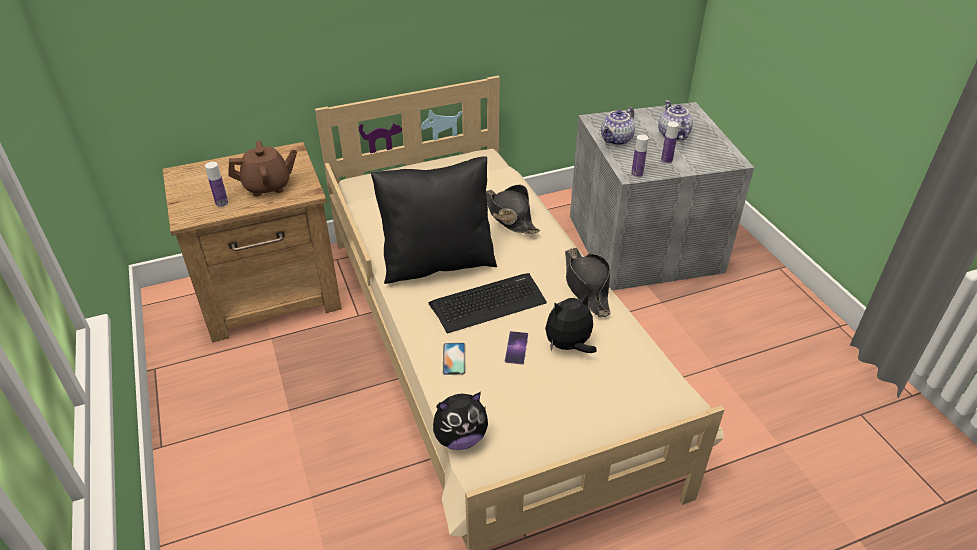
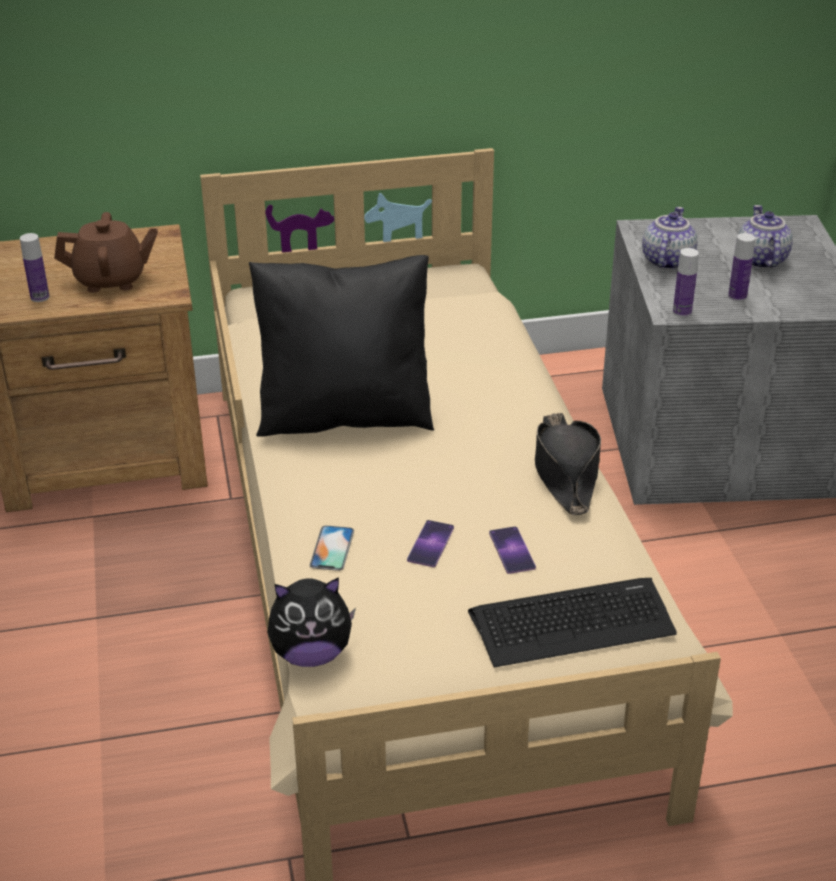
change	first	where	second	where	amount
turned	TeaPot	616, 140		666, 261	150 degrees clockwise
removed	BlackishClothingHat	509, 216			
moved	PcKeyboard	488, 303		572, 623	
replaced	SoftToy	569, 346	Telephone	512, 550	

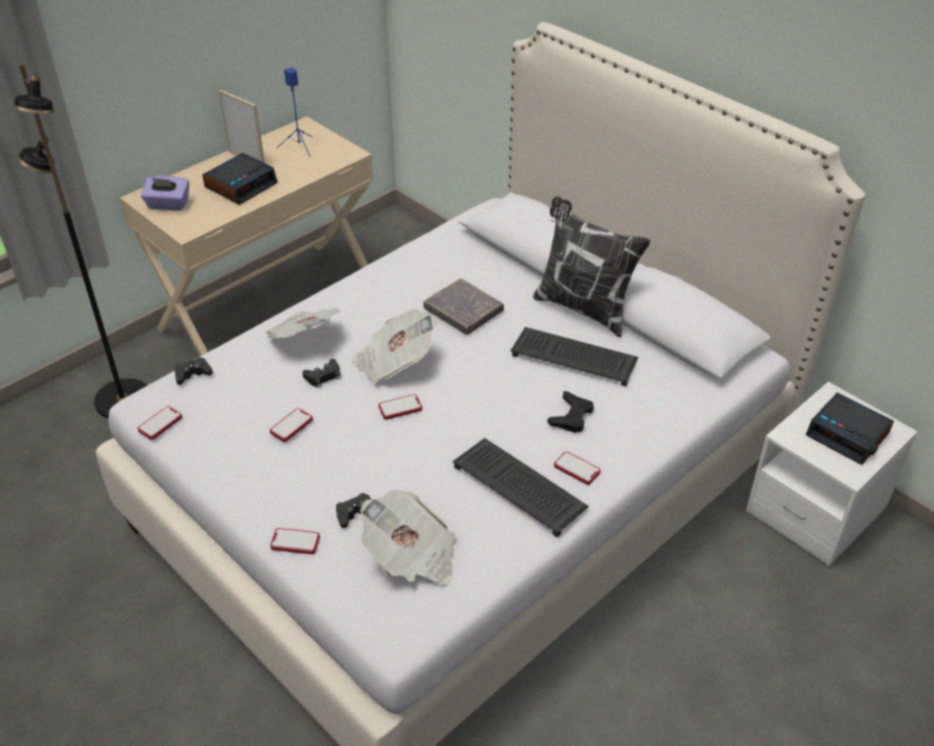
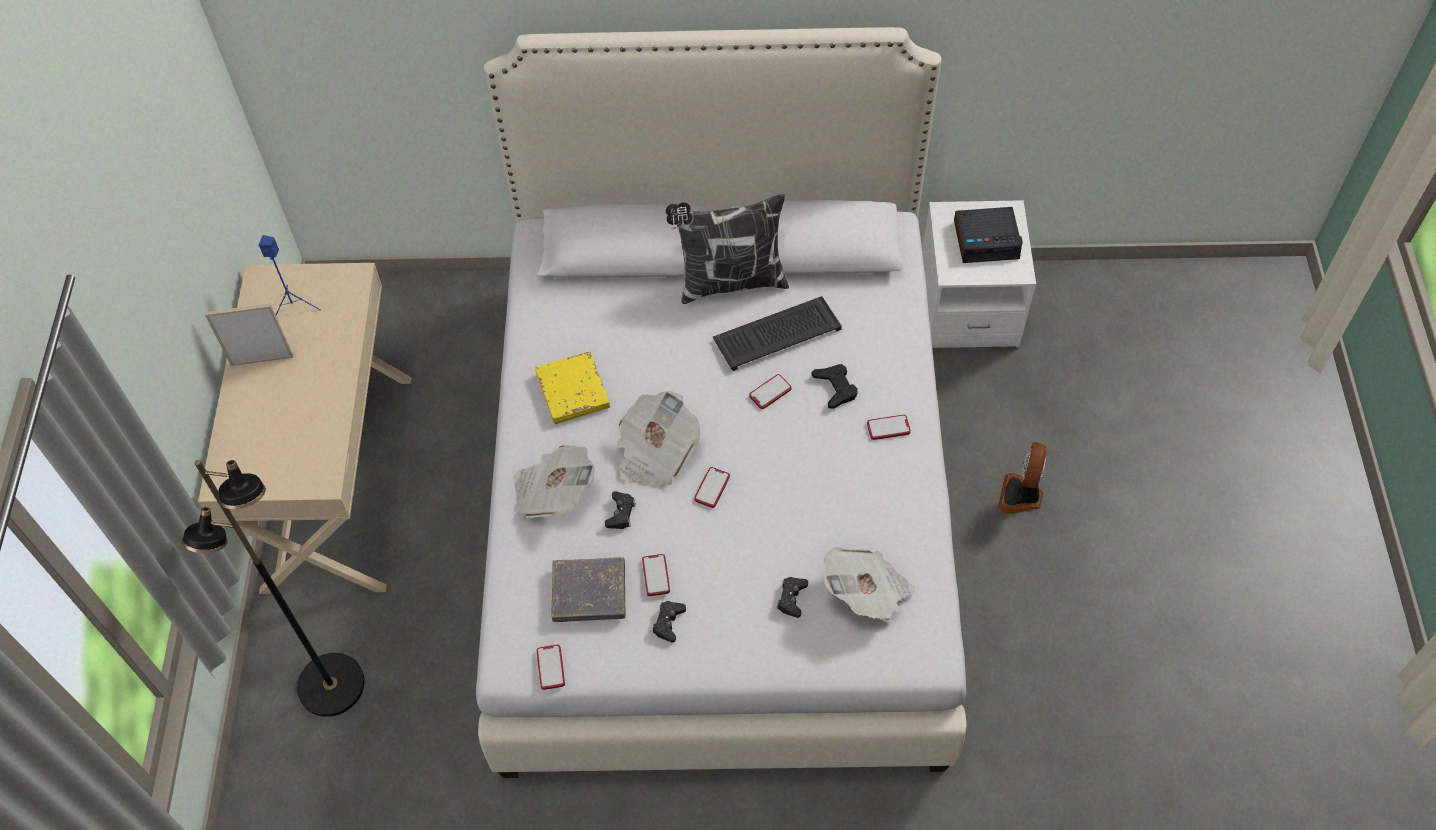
change	first	where	second	where	amount
removed	TableClock	241, 185			
removed	PurpleTissueHolder	168, 205			
moved	GreyVolume	463, 310		589, 592	
moved	BlackishJoypad	192, 374		668, 623	
removed	PcKeyboard	521, 487			
moved	Telephone	295, 542		770, 392	
added			YellowishVolume	572, 391	
added			Fan	1021, 496	

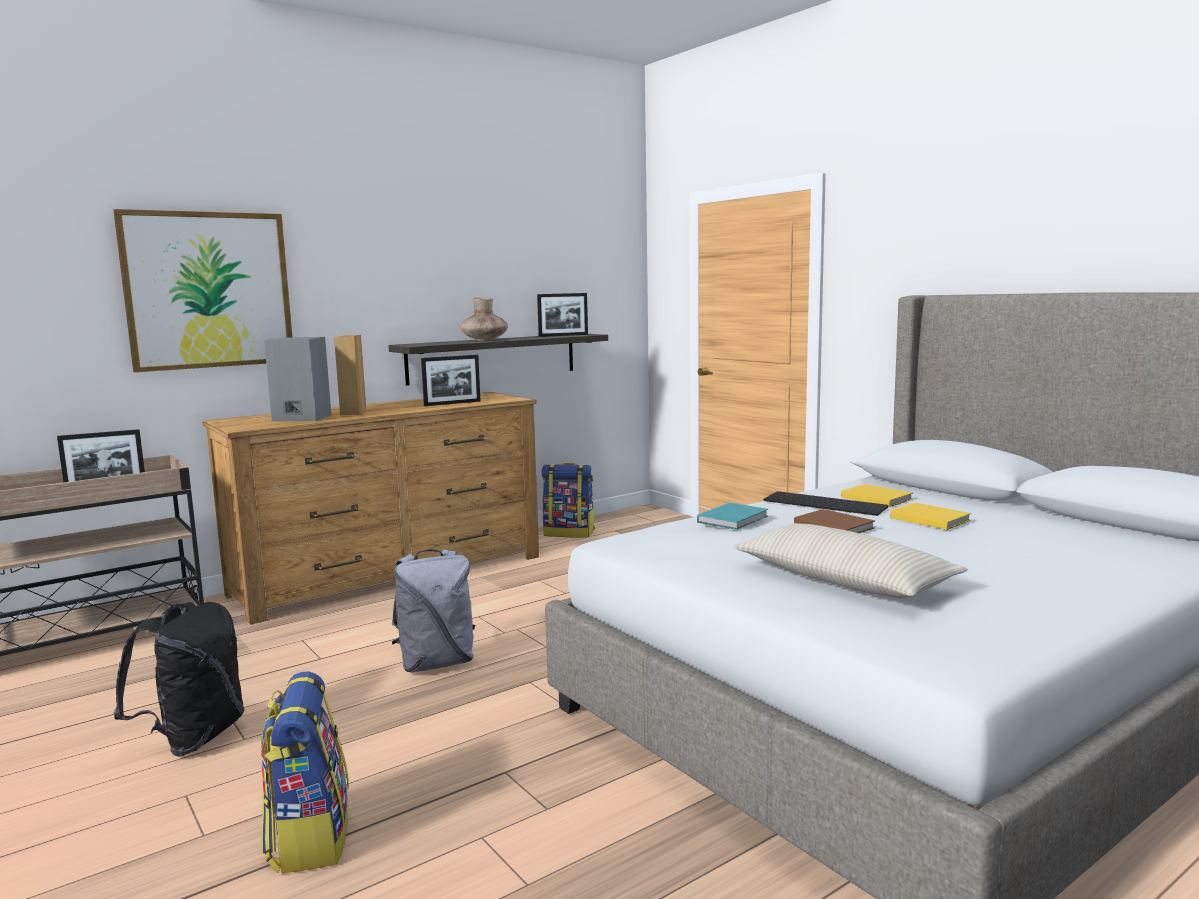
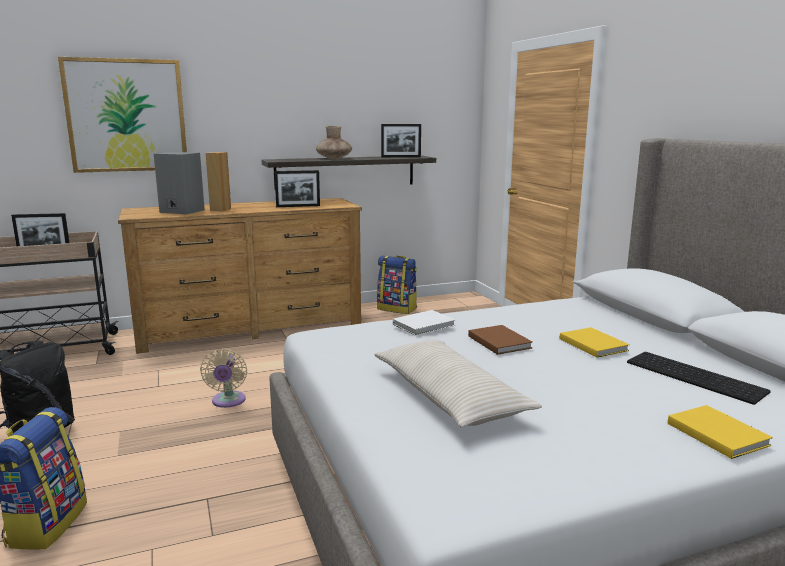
change	first	where	second	where	amount
moved	YellowishVolume	875, 498		716, 433	
moved	PcKeyboard	826, 503		696, 376	
recoloured	TurquoiseVolume	734, 519	WhiteColouredVolume	425, 325	
replaced	GreyRucksack	436, 663	SandColouredFan	228, 402	

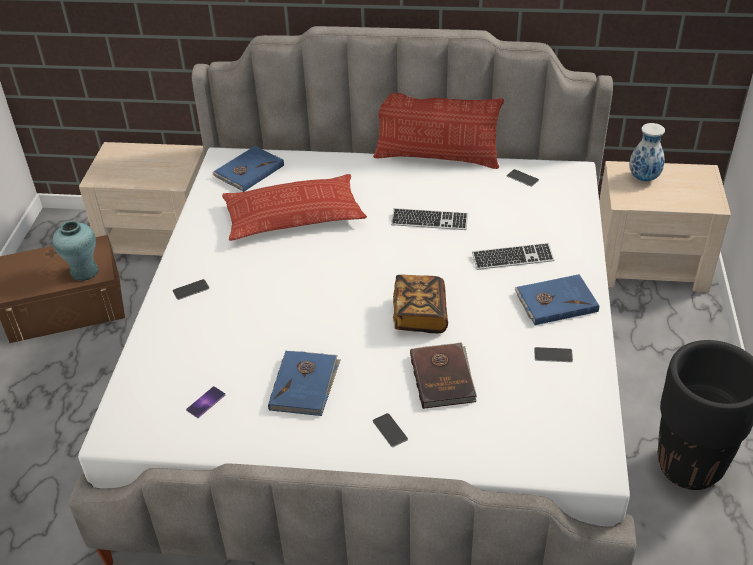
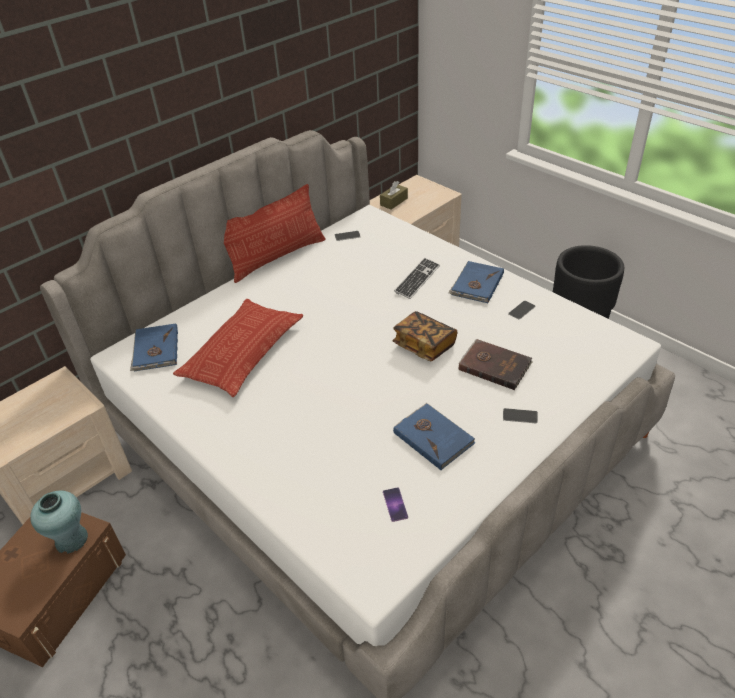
change	first	where	second	where	amount
replaced	Vase	644, 178	BrownishTissueHolder	394, 202	
removed	PcKeyboard	429, 221			
removed	Telephone	191, 289			

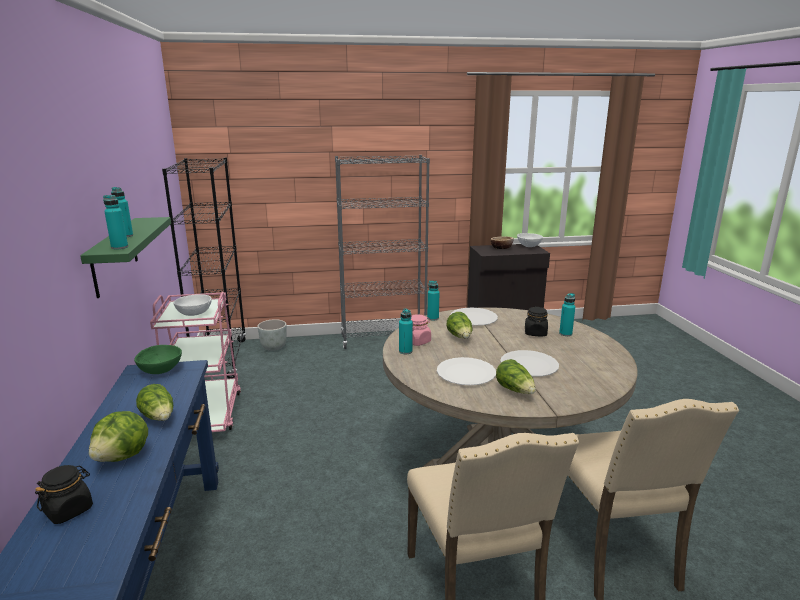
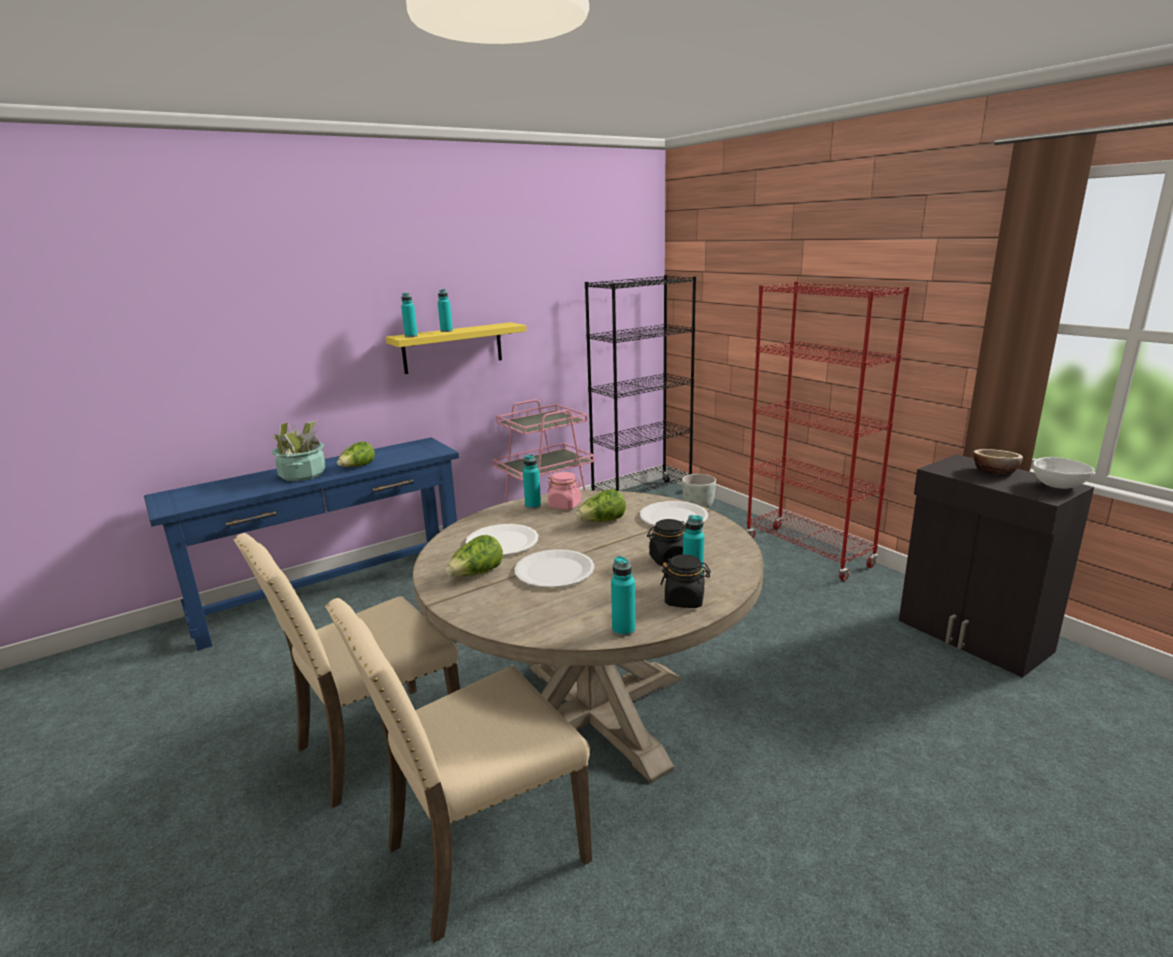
change	first	where	second	where	amount
recoloured	GreyBookshelf	383, 340	RedColouredBookshelf	808, 553	
recoloured	GreenWallShelf	114, 256	YellowishWallShelf	453, 348	
moved	TurquoiseBeverageBottle	433, 318		623, 630	
removed	WhiteColouredDeepDish	194, 314			
removed	GreenDeepDish	160, 371			
replaced	HeadOfLettuce	123, 456	Houseplant	303, 474	
moved	BlackishJar	69, 510		684, 600	

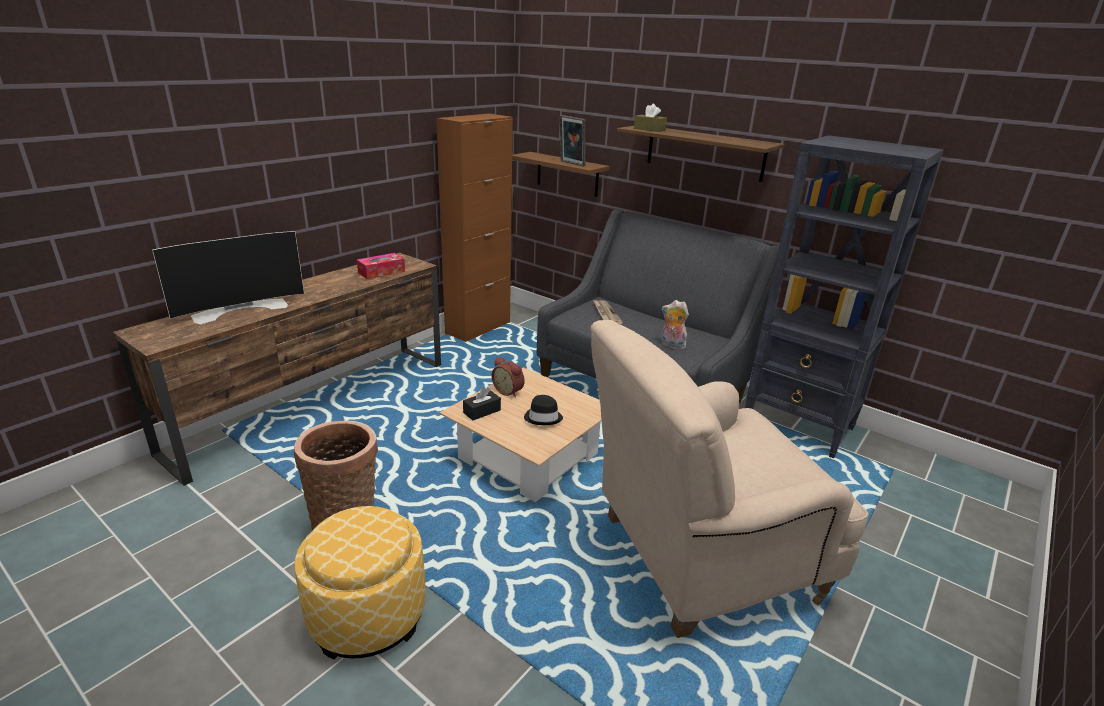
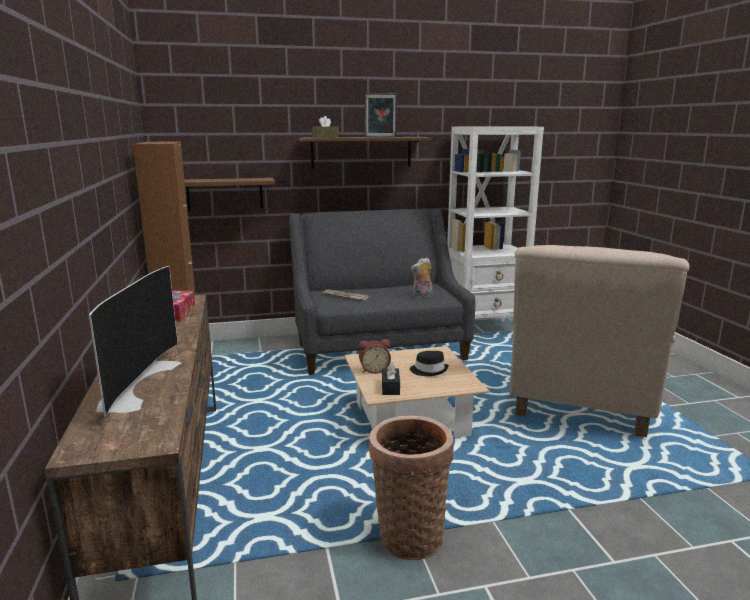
change	first	where	second	where	amount
moved	PictureFrame	571, 163		380, 137	
recoloured	BlackishBookshelf	799, 427	WhiteColouredBookshelf	485, 330	
removed	Pouffe	367, 614			

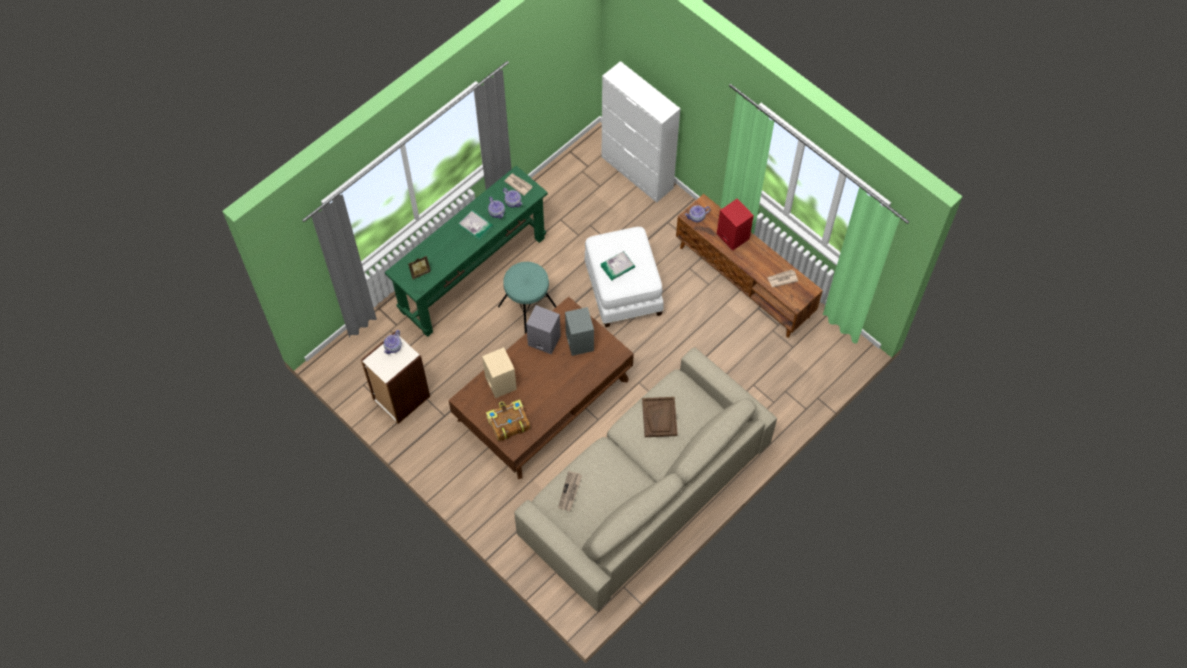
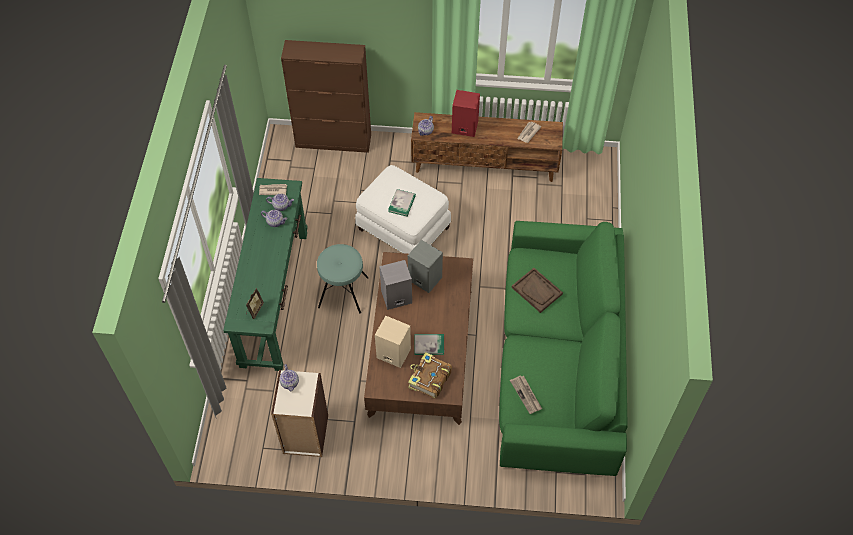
change	first	where	second	where	amount
recoloured	WhiteColouredStorageCabinet	637, 173	BrownishStorageCabinet	334, 141	
moved	Volume	476, 225		429, 345	
recoloured	SandColouredSofa	644, 488	GreenSofa	558, 358	

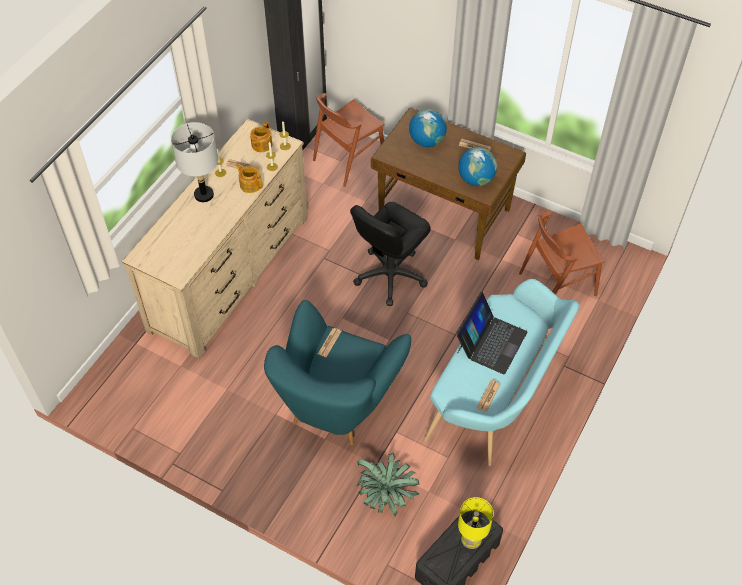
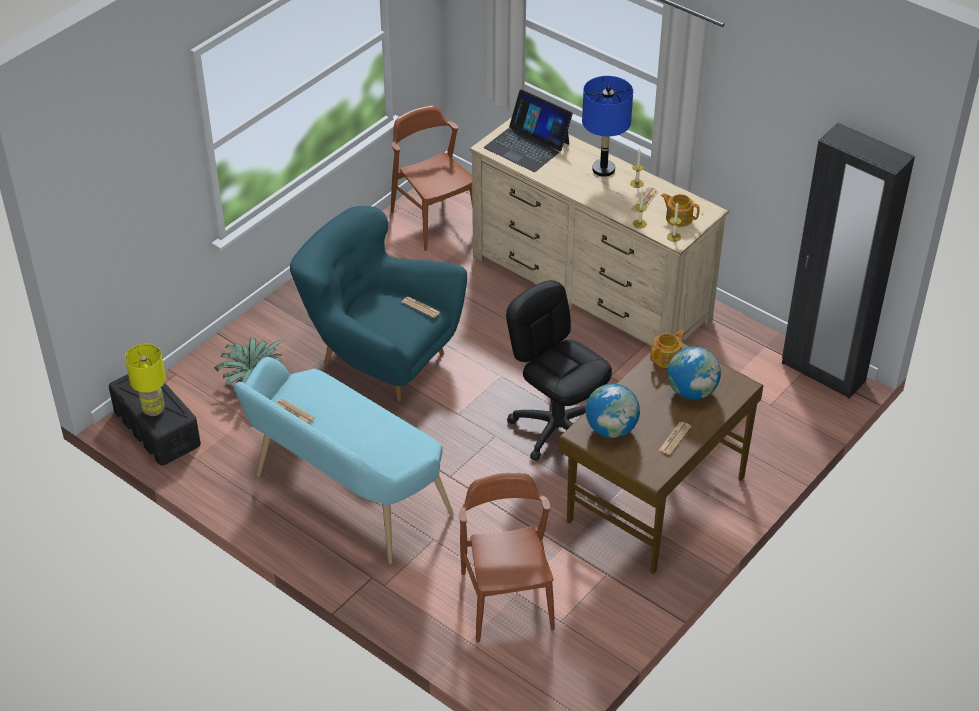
change	first	where	second	where	amount
moved	BrownishChair	349, 160		434, 220	
recoloured	GreyLampForATable	203, 195	BlueLampForATable	603, 169	
moved	TeaPot	250, 184		666, 358	
moved	PortableComputer	491, 342		527, 145	

